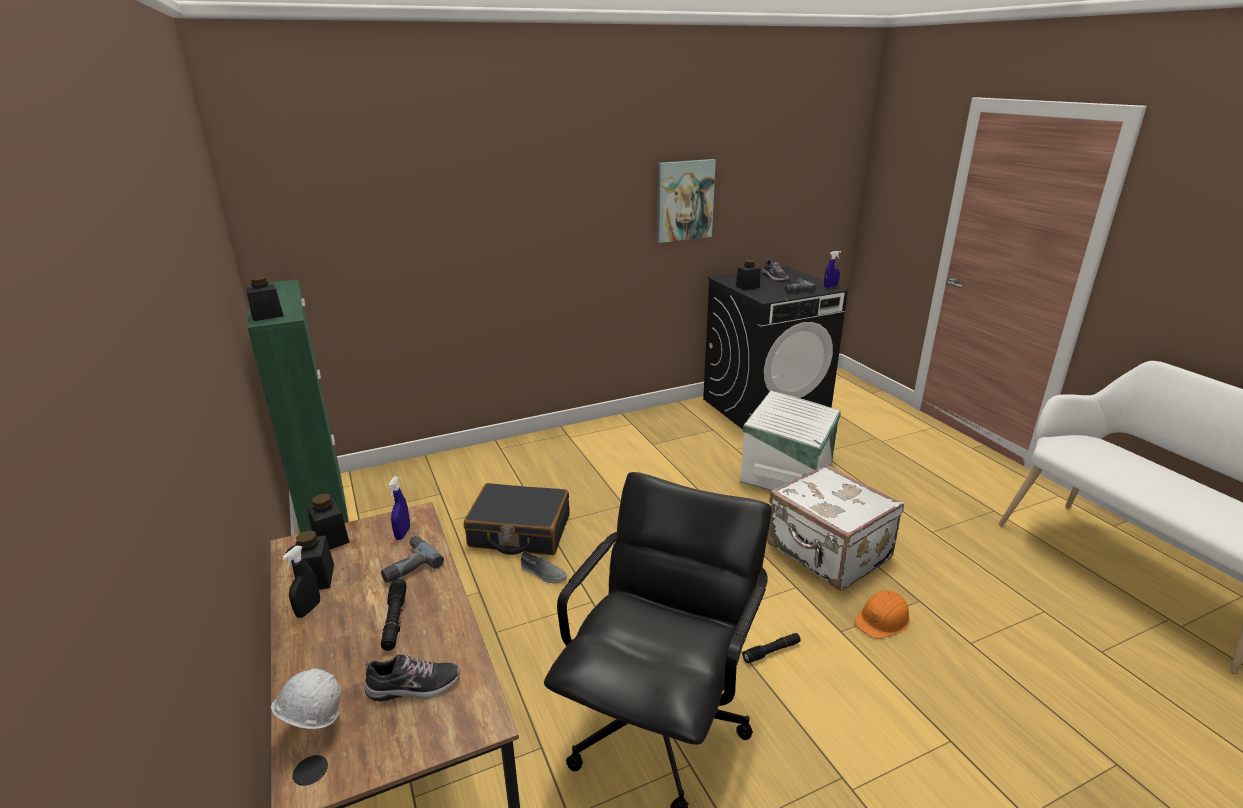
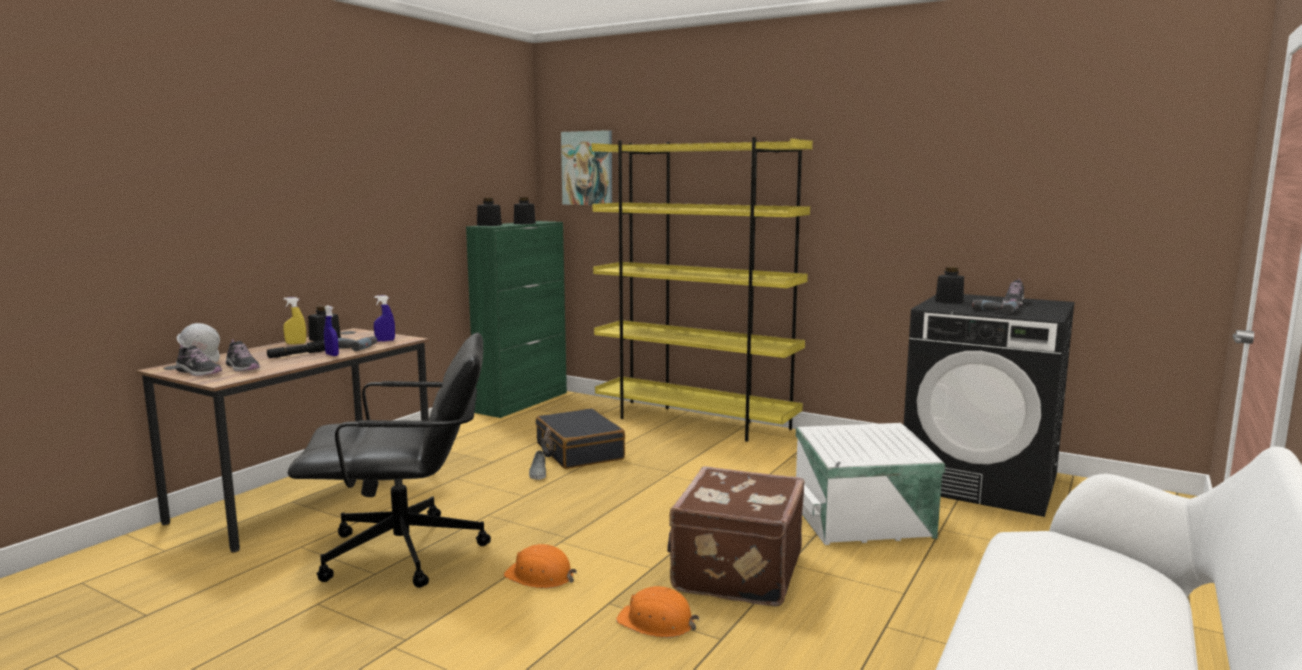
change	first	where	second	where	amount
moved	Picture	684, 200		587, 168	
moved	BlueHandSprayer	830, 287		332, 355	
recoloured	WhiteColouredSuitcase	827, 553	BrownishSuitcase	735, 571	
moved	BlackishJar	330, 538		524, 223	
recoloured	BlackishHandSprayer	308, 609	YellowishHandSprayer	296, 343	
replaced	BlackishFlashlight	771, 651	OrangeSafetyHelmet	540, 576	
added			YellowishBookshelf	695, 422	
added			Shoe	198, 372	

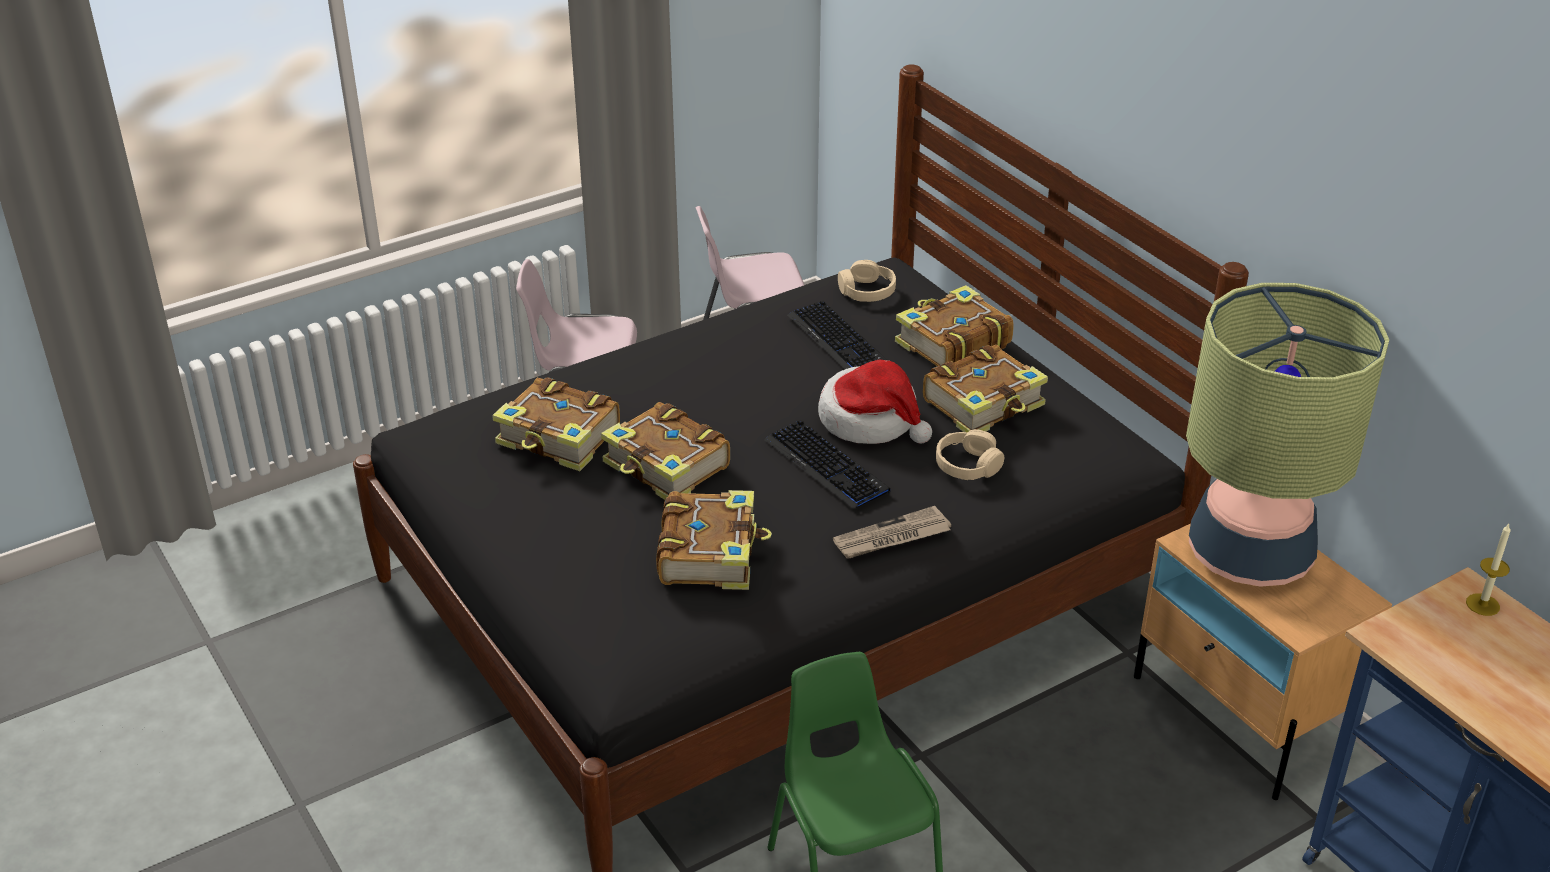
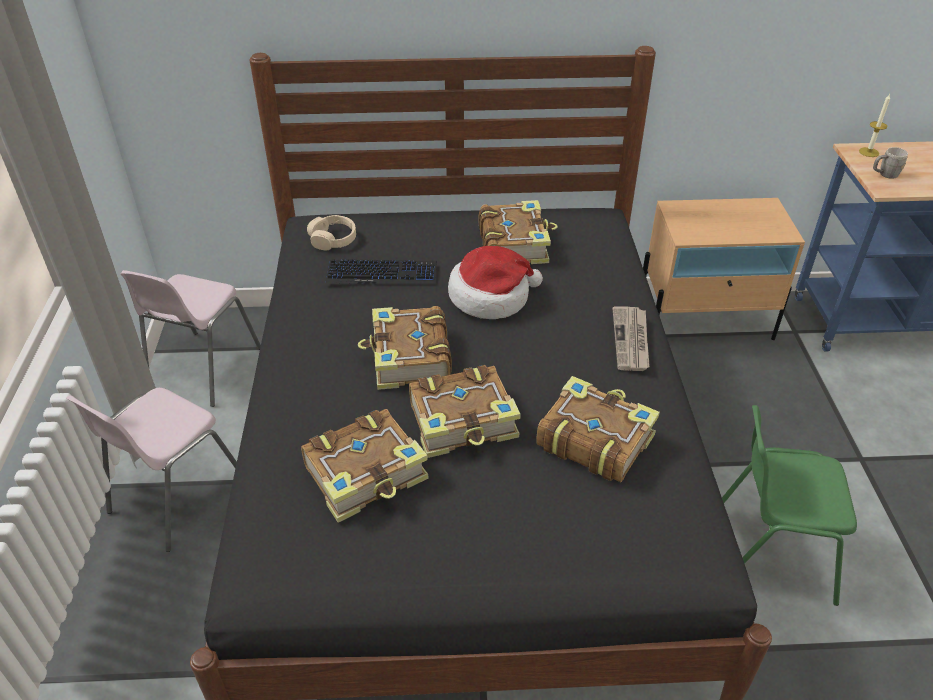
change	first	where	second	where	amount
removed	LampForATable	1249, 555			
moved	Volume	951, 344		409, 359	
removed	PcKeyboard	827, 466			
removed	SandColouredHeadphones	968, 465			
added			GreyMug	884, 174	

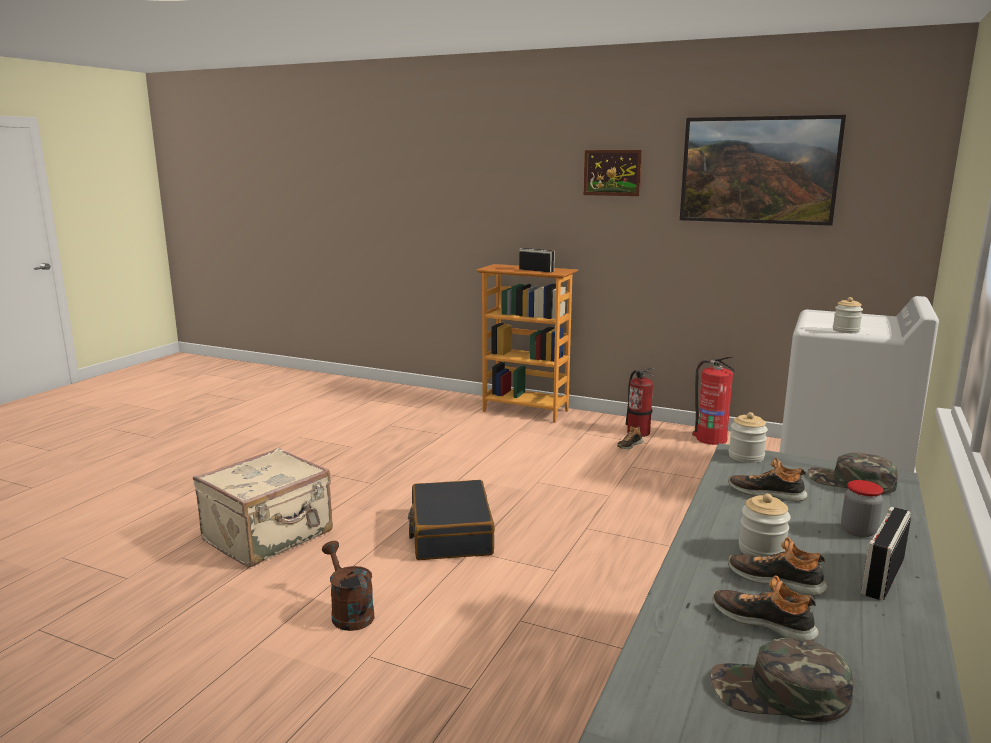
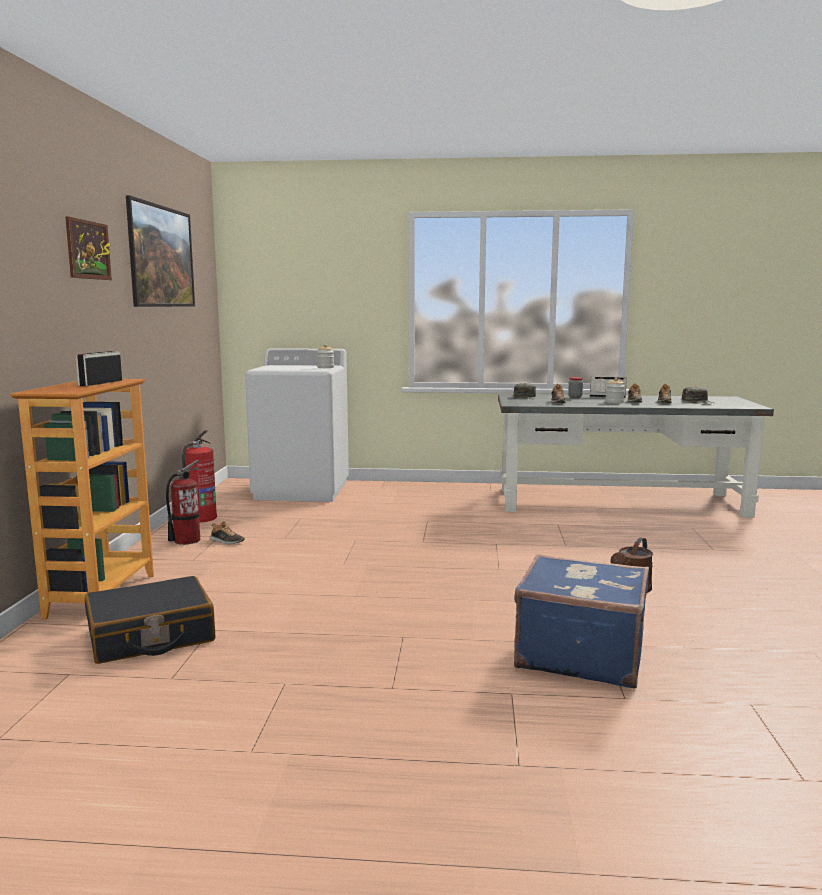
change	first	where	second	where	amount
removed	Jar	746, 456			
recoloured	SandColouredSuitcase	270, 537	BlueSuitcase	580, 654	
moved	BlackishSuitcase	450, 534		151, 636	

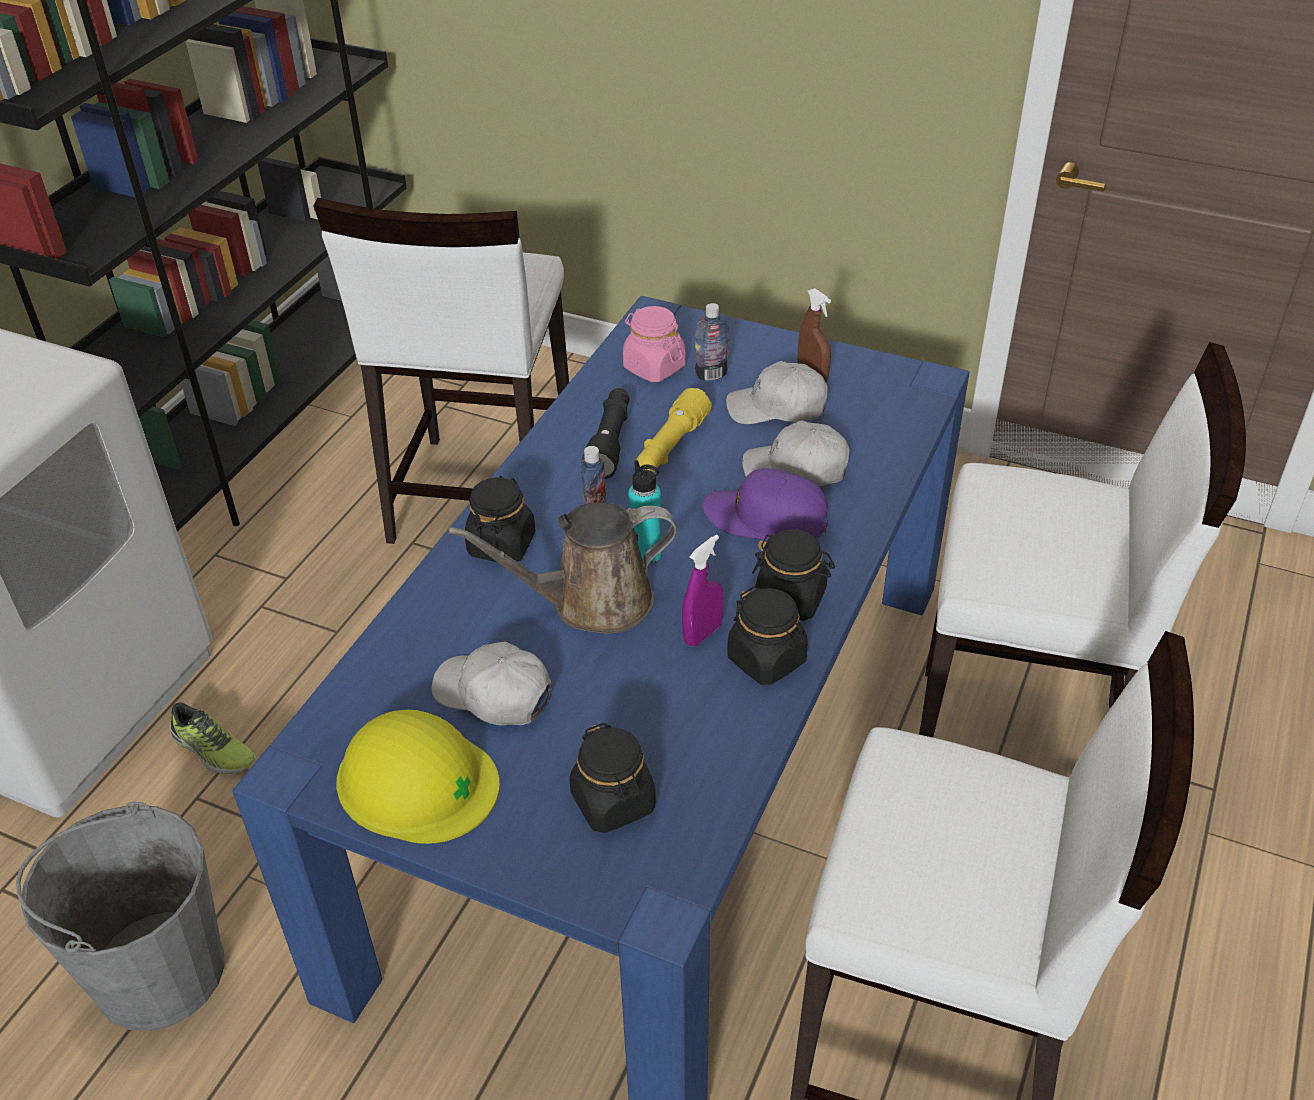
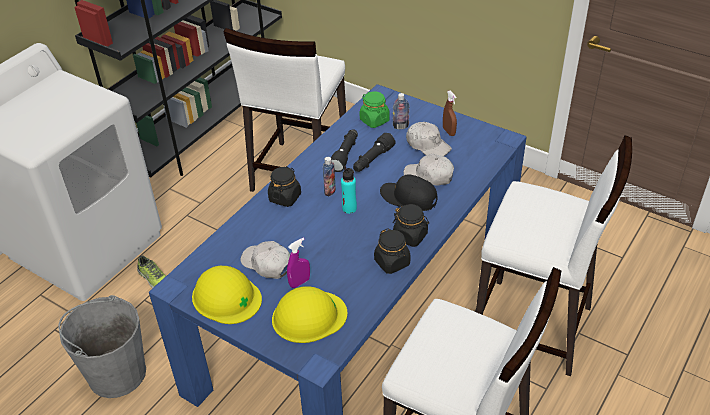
change	first	where	second	where	amount
recoloured	PinkJar	654, 367	GreenJar	374, 120	
turned	WhiteColouredBaseballCap	777, 408		428, 145	150 degrees counterclockwise
recoloured	YellowishFlashlight	670, 447	BlackishFlashlight	372, 160	
recoloured	PurpleBaseballCap	766, 518	BlackishBaseballCap	408, 198	
removed	BrownishWateringPot	591, 602			
moved	PurpleHandSprayer	702, 634		299, 282	
replaced	BlackishJar	613, 802	YellowishSafetyHelmet	308, 316	

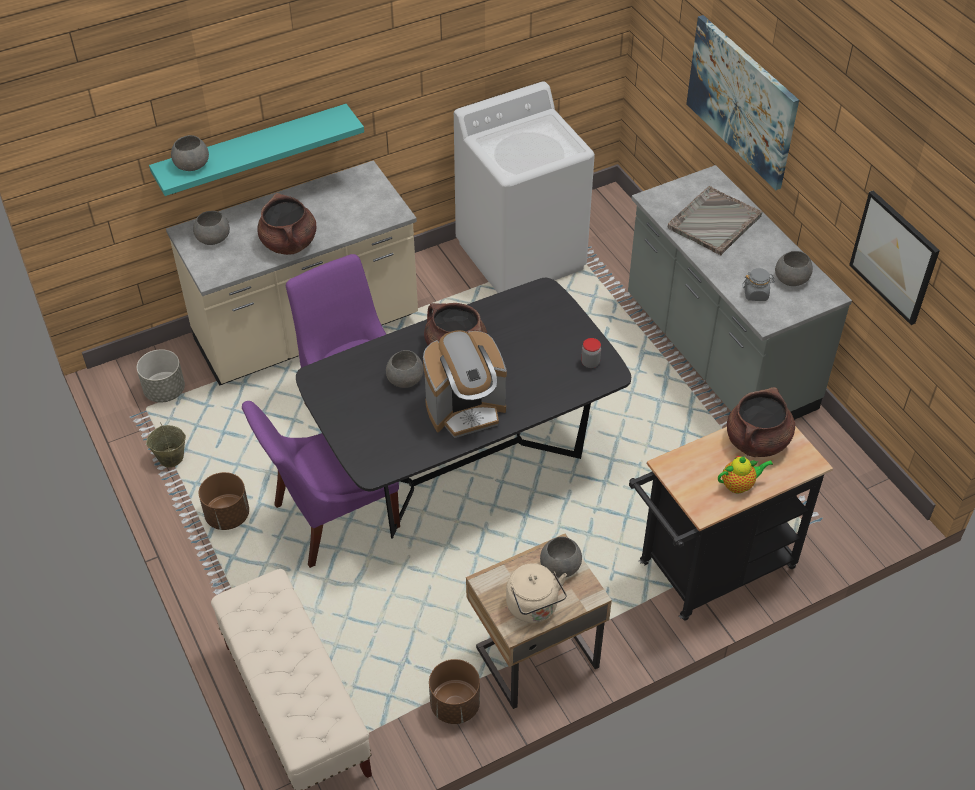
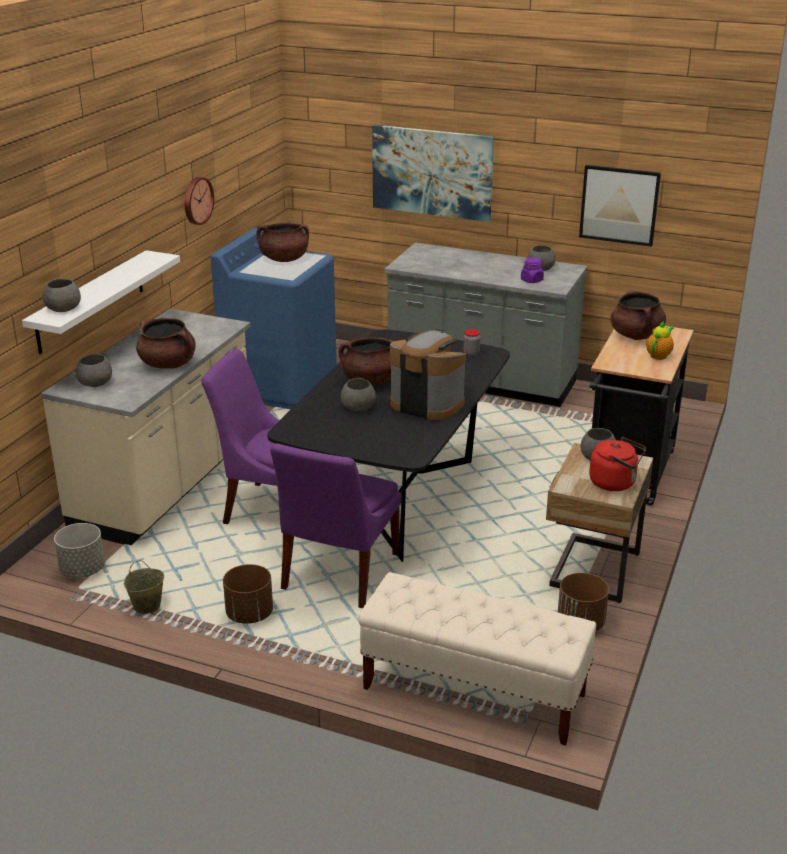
change	first	where	second	where	amount
recoloured	WhiteColouredLaundryAppliance	521, 255	BlueLaundryAppliance	280, 386	
recoloured	TurquoiseWallShelf	252, 150	WhiteColouredWallShelf	90, 301	
removed	GreyTray	713, 222			
recoloured	GreyJar	756, 294	PurpleJar	532, 280	
turned	CoffeeMaker	466, 410		427, 404	90 degrees counterclockwise
recoloured	SandColouredWaterKettle	534, 608	RedColouredWaterKettle	615, 483	
added			HangingClock	197, 200	
added			BrownishCookingPot	284, 259	

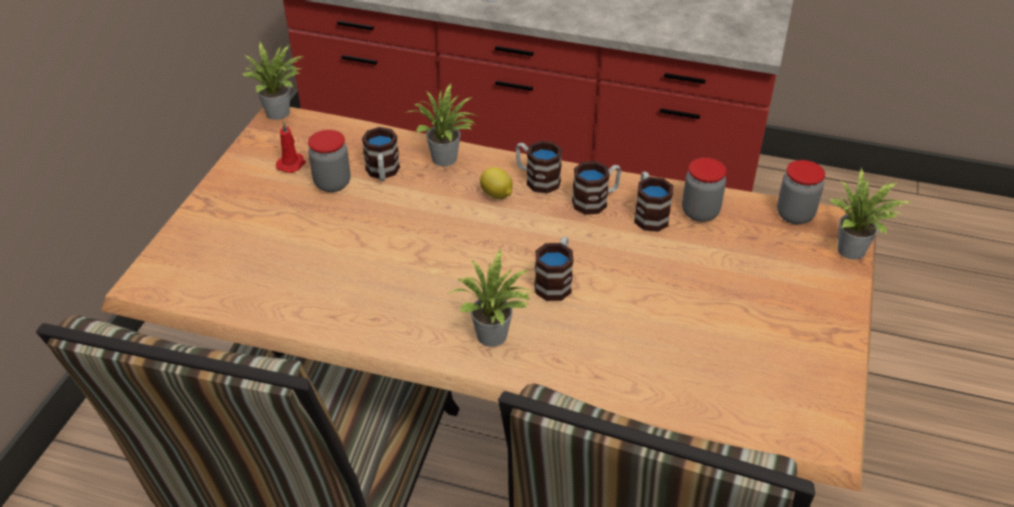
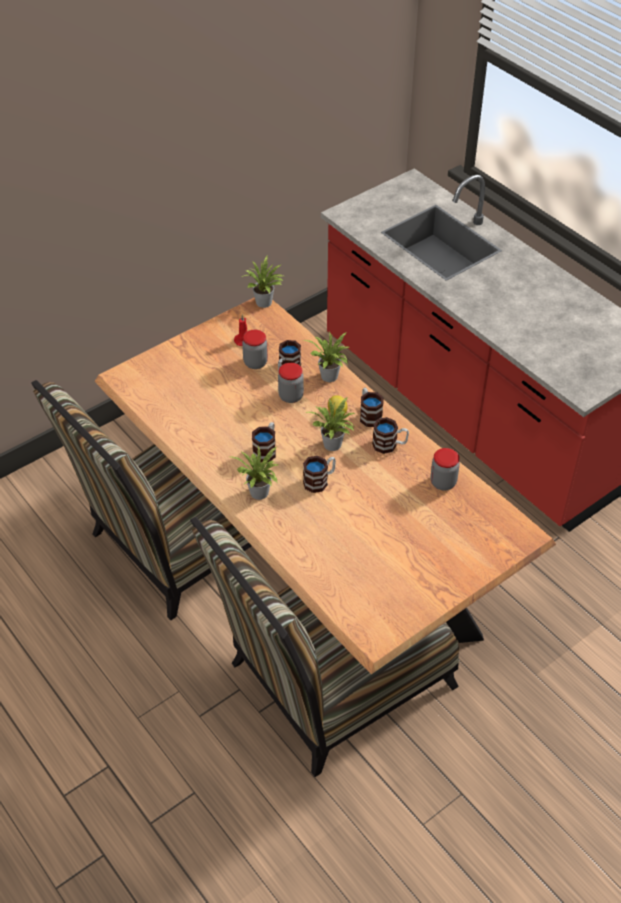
change	first	where	second	where	amount
moved	Jar	795, 215		291, 396	
moved	Houseplant	854, 252		333, 446	
moved	Mug	648, 214		266, 450	

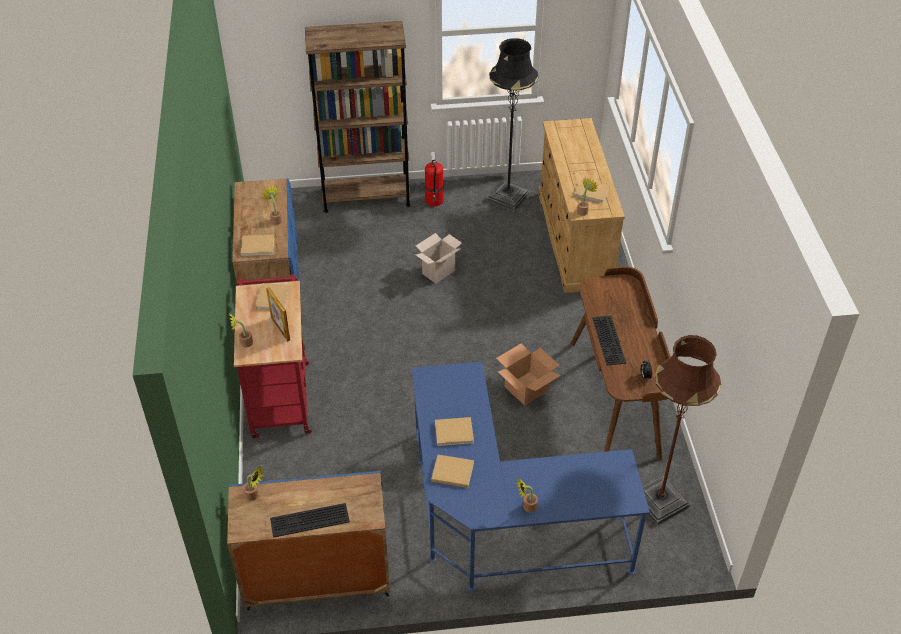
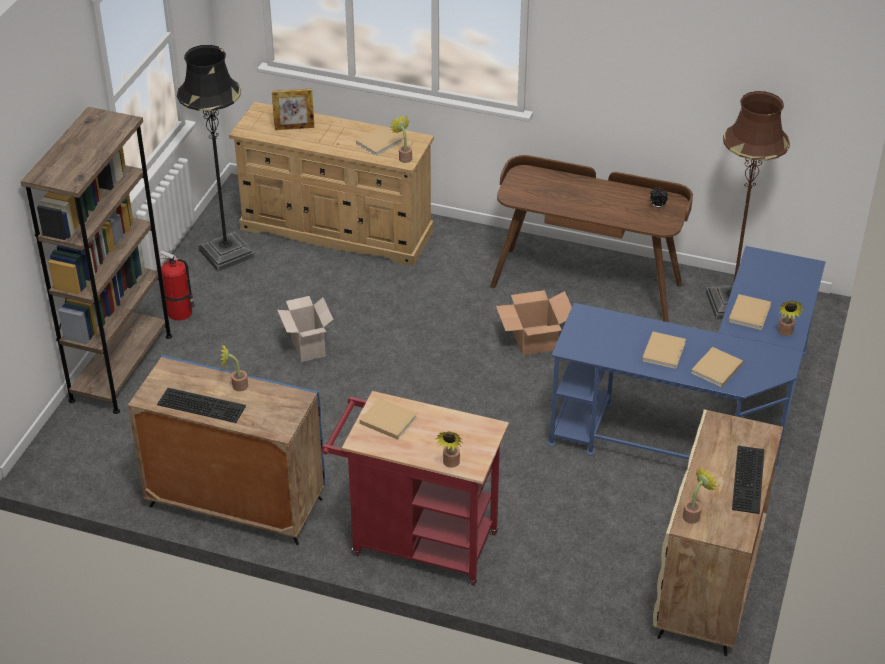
change	first	where	second	where	amount
moved	SandColouredVolume	259, 246		749, 313	
moved	PictureFrame	280, 329		294, 128	
moved	PcKeyboard	610, 340		203, 404	
recoloured	BlueStorageCabinet	316, 578	SandColouredStorageCabinet	709, 584	

